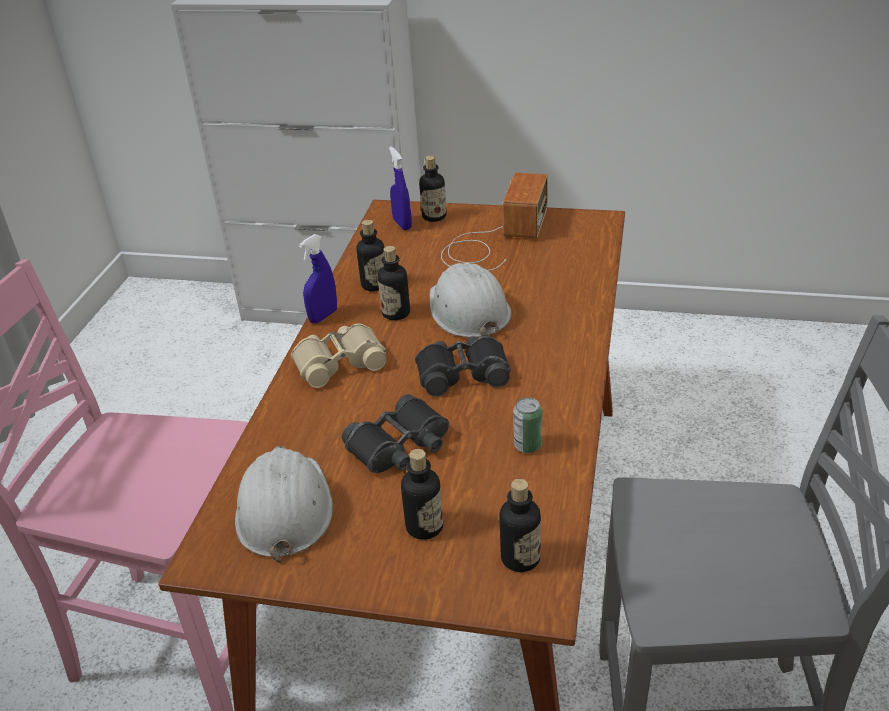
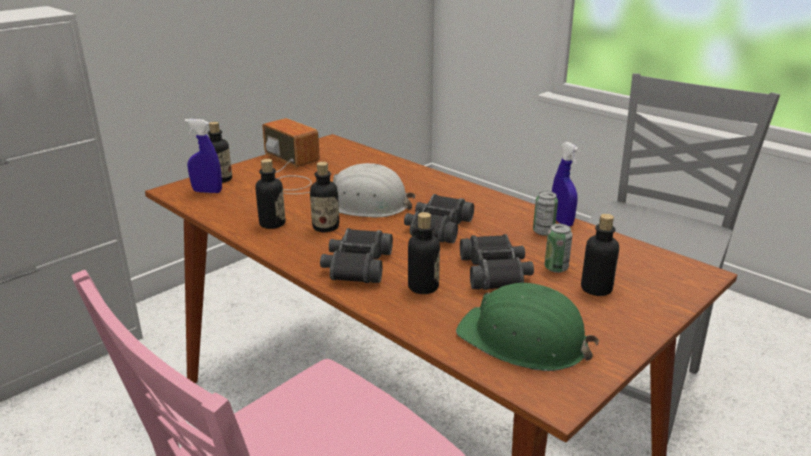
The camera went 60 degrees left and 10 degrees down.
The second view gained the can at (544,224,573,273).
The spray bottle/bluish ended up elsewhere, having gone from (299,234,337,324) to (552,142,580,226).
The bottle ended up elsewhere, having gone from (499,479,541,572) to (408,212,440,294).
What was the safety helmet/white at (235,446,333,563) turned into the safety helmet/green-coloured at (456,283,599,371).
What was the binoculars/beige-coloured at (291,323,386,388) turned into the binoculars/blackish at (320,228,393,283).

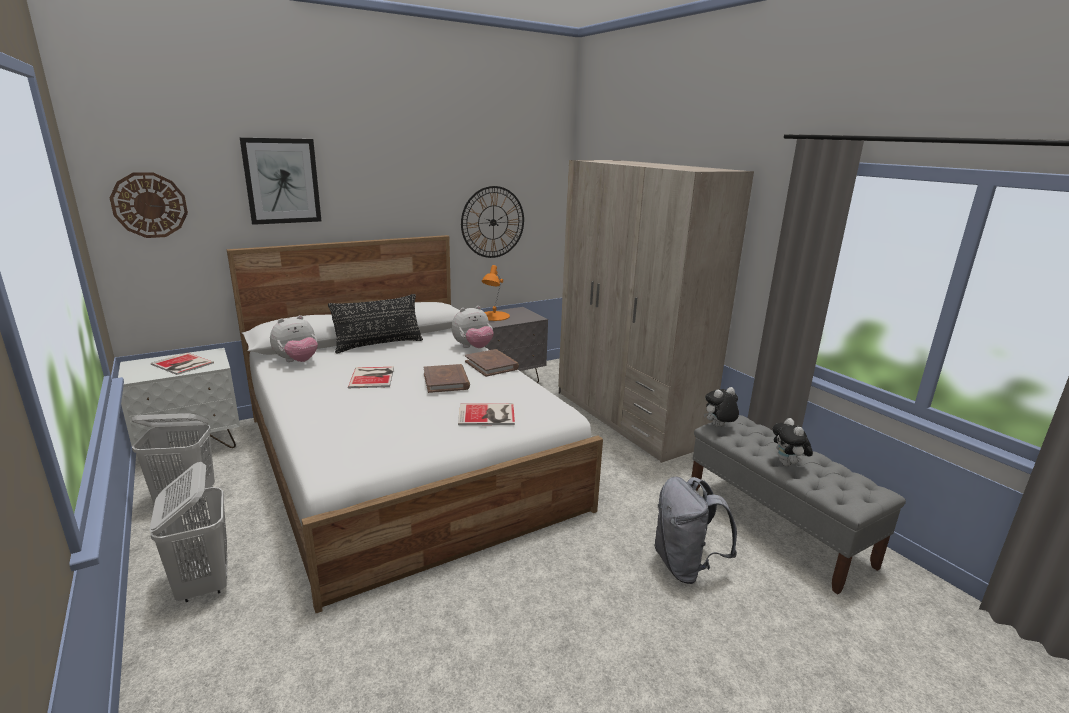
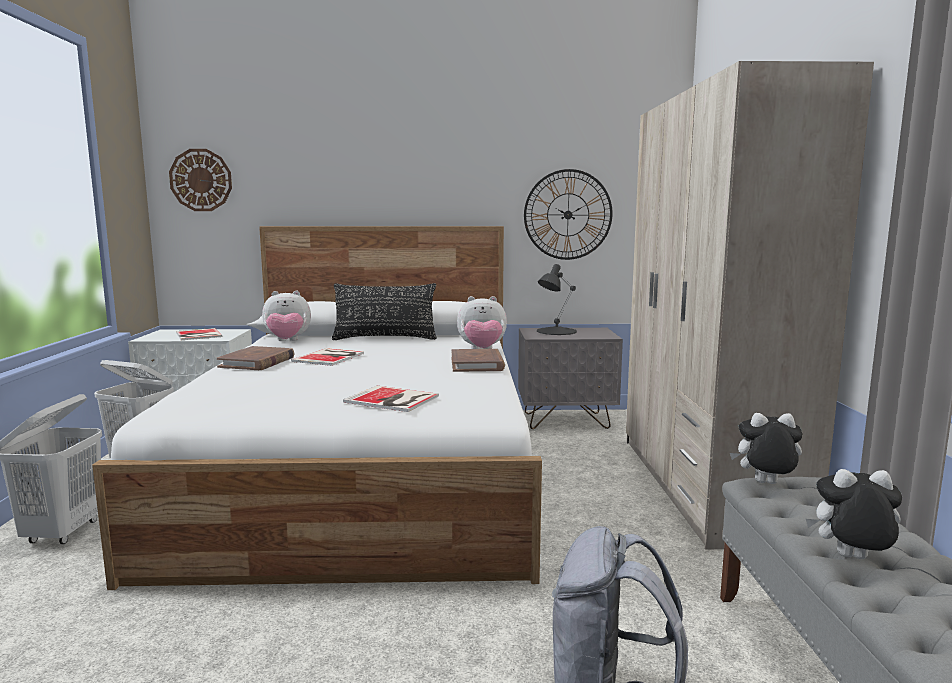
The camera went 30 degrees right and 10 degrees down.
The second view lost the wall art at (240,138,321,225).
The bound book/brownish ended up elsewhere, having gone from (423,364,470,393) to (217,346,294,370).
What was the table lamp/orangey at (482,265,510,321) turned into the table lamp/blackish at (537,264,577,335).
The soft toy at (773,418,813,466) ended up facing another way, 75 degrees clockwise from before.

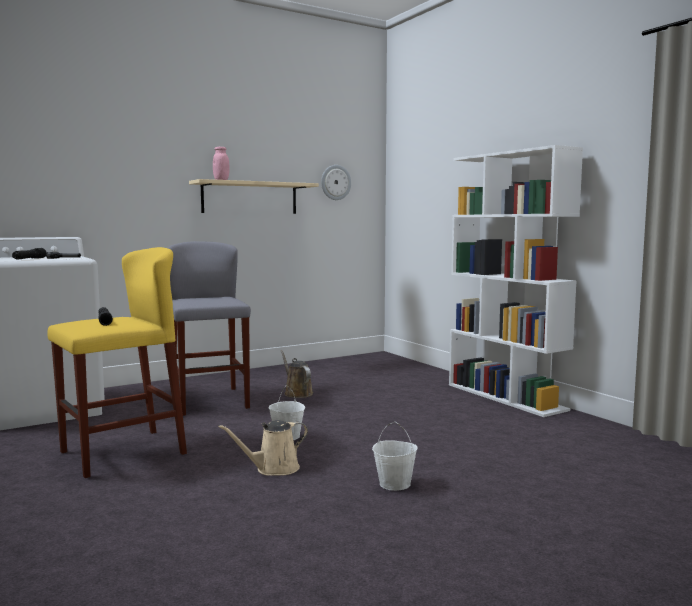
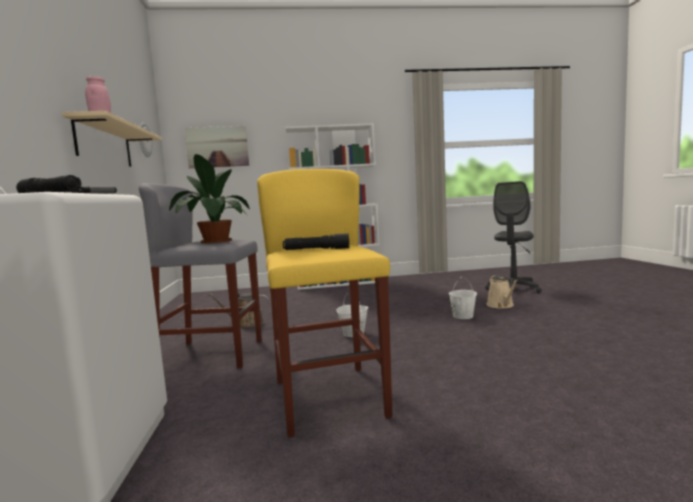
The camera went 65 degrees left and 0 degrees up.
The second view gained the potted plant at (169,154,250,244).
The second view gained the wall art at (184,126,249,169).
The second view gained the office chair/gray at (485,181,542,294).
The sprinkling can/beige-coloured ended up elsewhere, having gone from (218,420,308,476) to (487,275,518,308).

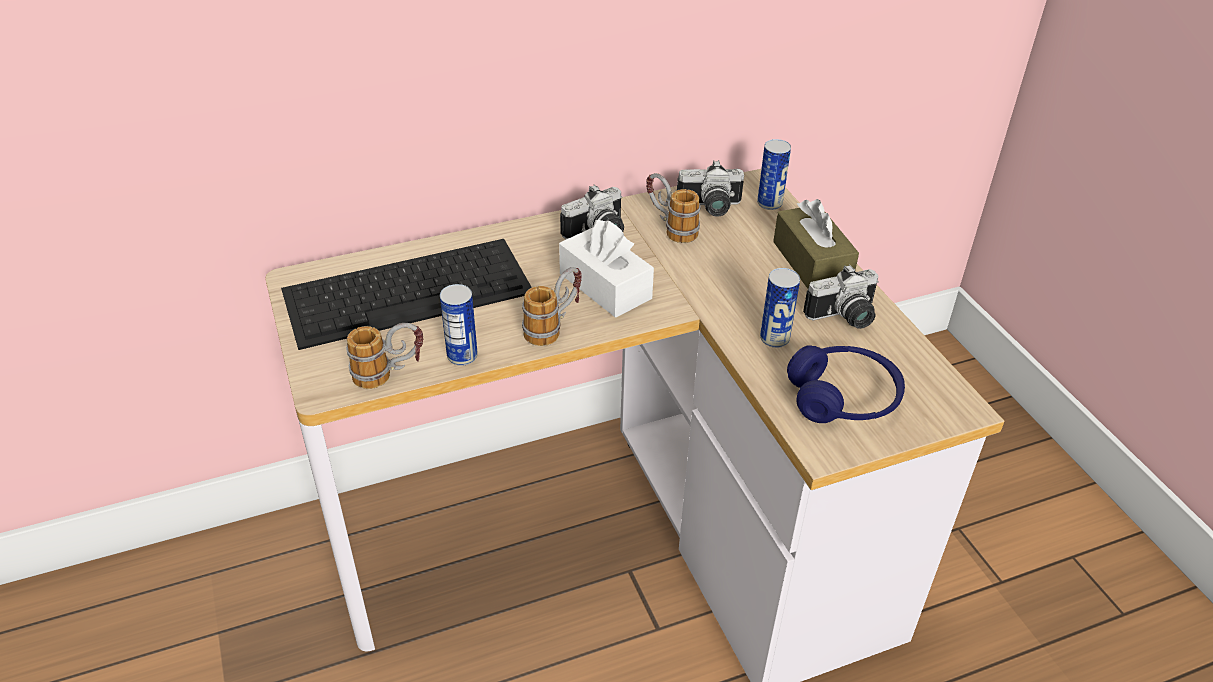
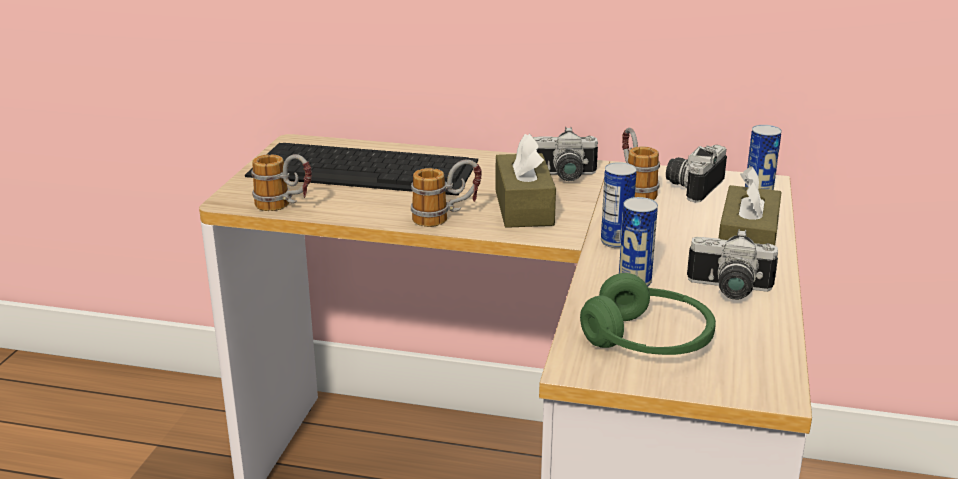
The camera went 35 degrees right and 15 degrees down.
The can ended up elsewhere, having gone from (440,284,478,366) to (601,162,637,248).
What was the box of tissues/white at (559,220,654,318) turned into the box of tissues/brownish at (495,133,556,228).
What was the headset/bluish at (787,345,905,423) turned into the headset/green-coloured at (580,273,716,355).
The photo camera at (677,160,744,217) ended up facing another way, 90 degrees clockwise from before.

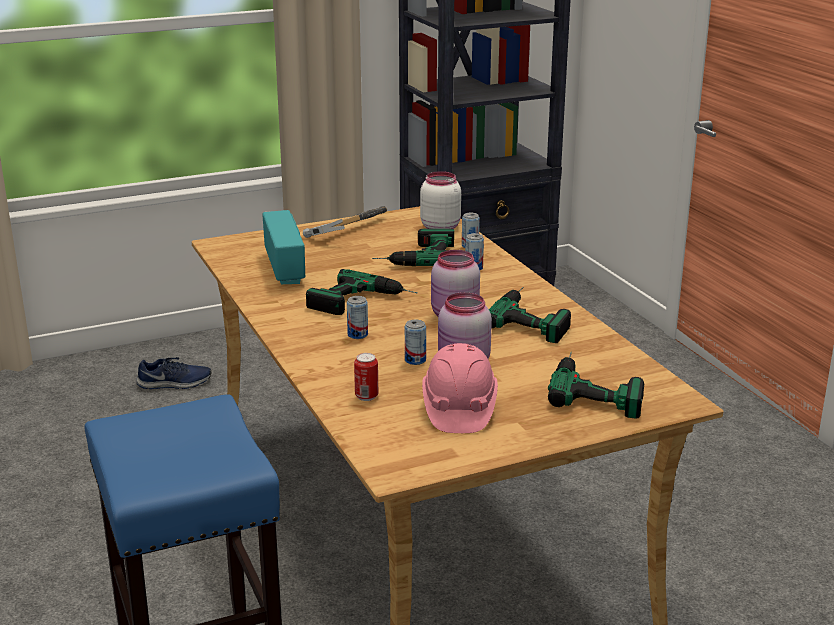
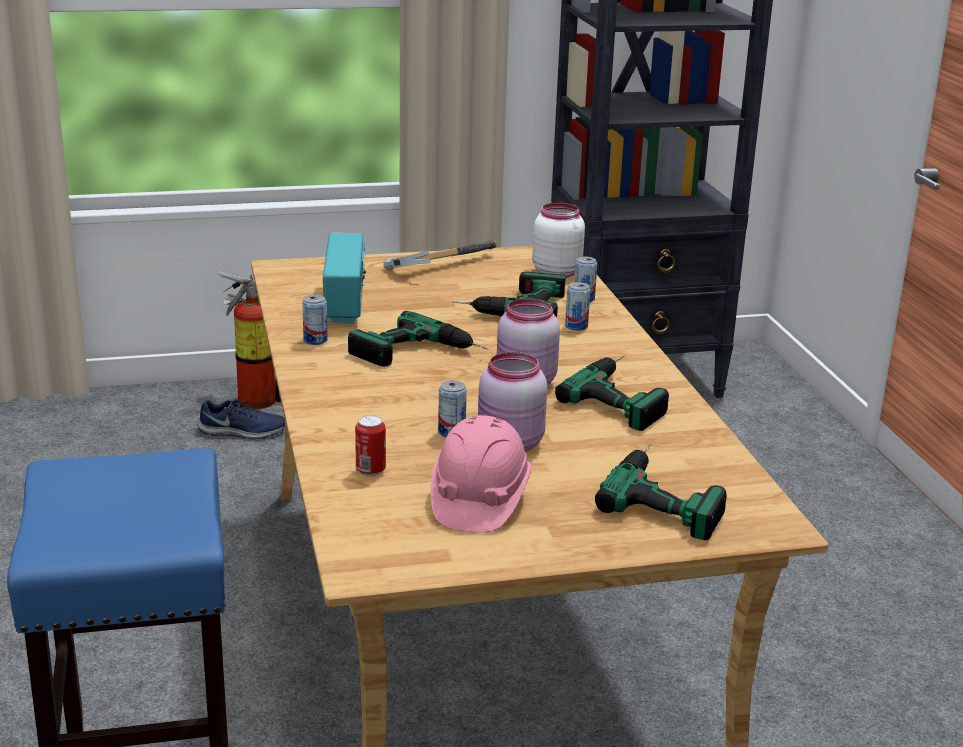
The camera went 10 degrees right and 0 degrees up.
The second view gained the extinguisher at (218,271,281,409).
The can ended up elsewhere, having gone from (347,296,368,339) to (302,295,328,345).

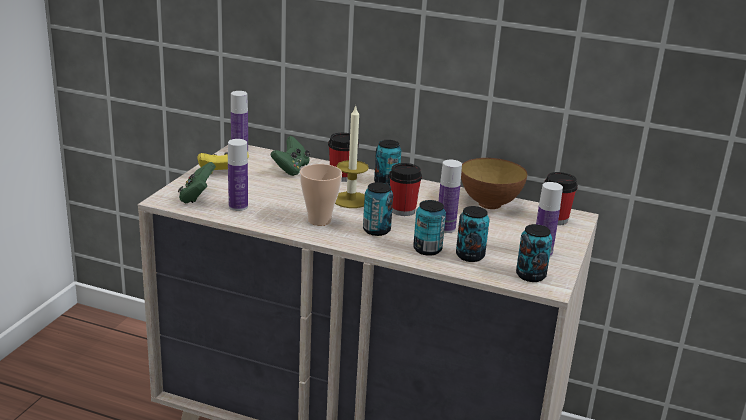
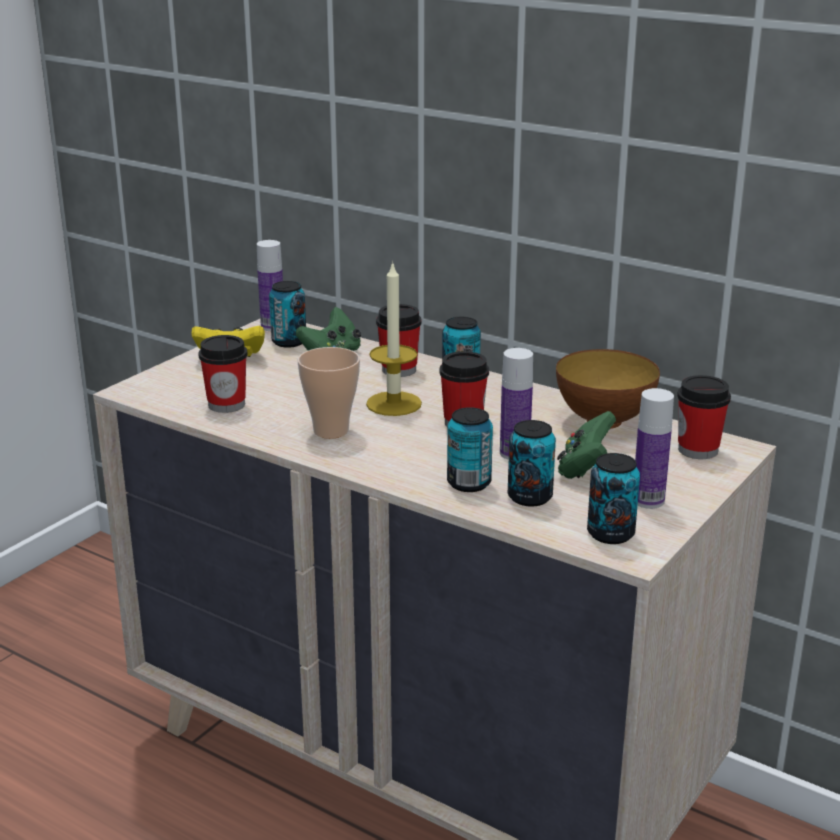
The camera went 15 degrees right and 0 degrees up.
The joypad/green-coloured ended up elsewhere, having gone from (178,162,216,203) to (557,411,616,479).
The can ended up elsewhere, having gone from (363,182,393,236) to (269,281,306,348).
Where the bottle stood at (228,139,248,211), the drinking cup came to stand at (198,335,248,413).

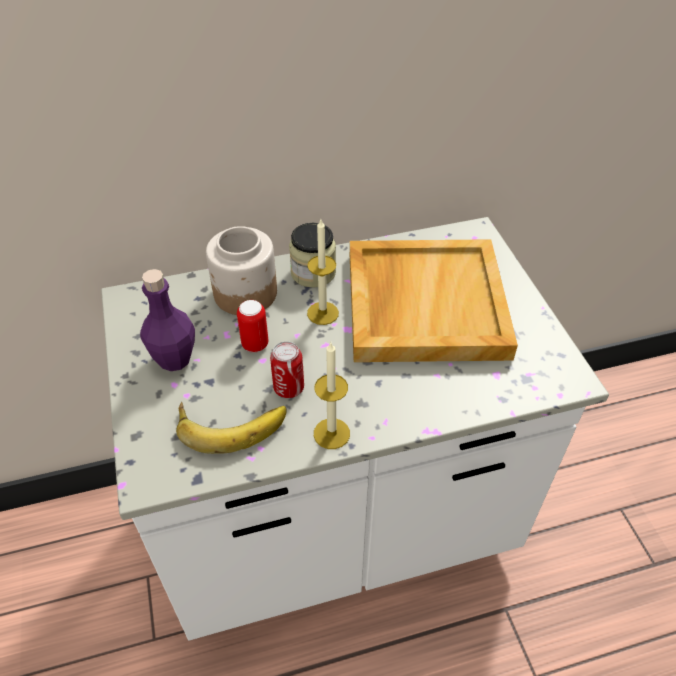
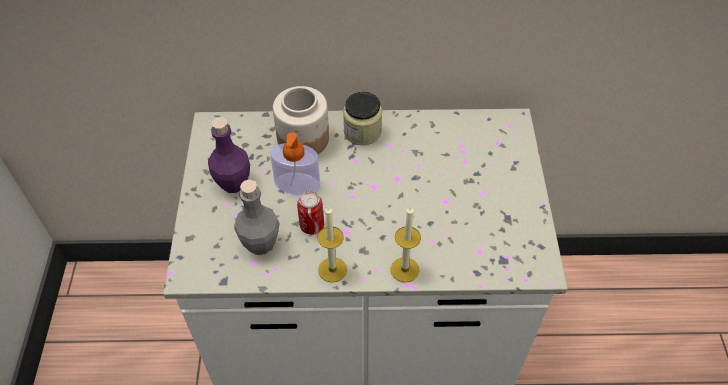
The camera went 15 degrees right and 5 degrees up.
The second view lost the serving tray/beige-coloured at (350,239,518,362).
The wax candle ended up elsewhere, having gone from (307,220,339,325) to (391,206,421,282).
Where the whole banana stood at (176,401,287,454), the bottle/gray came to stand at (234,180,279,255).
Where the can stood at (237,300,268,353), the soap bottle came to stand at (270,132,320,195).

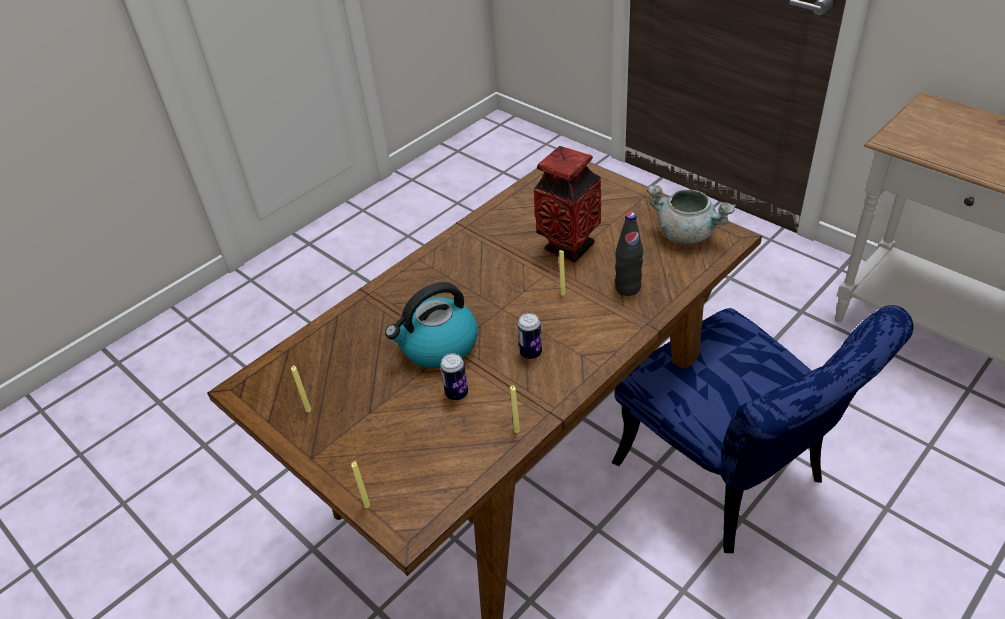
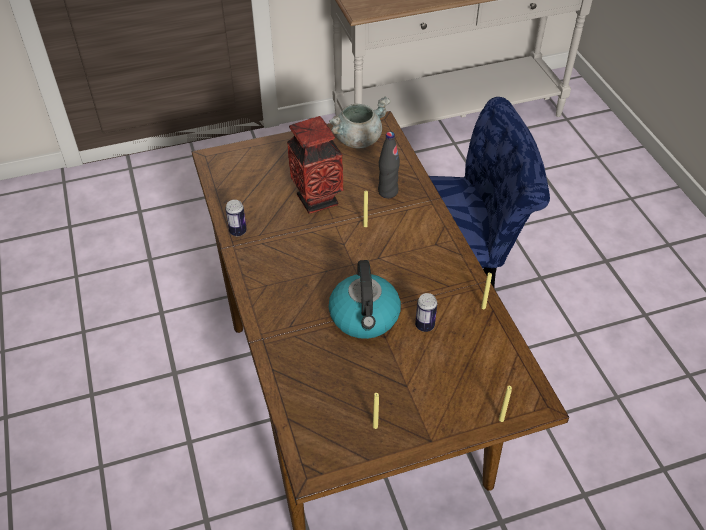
The camera went 65 degrees left and 5 degrees up.
The can ended up elsewhere, having gone from (518,313,542,359) to (225,200,247,236).

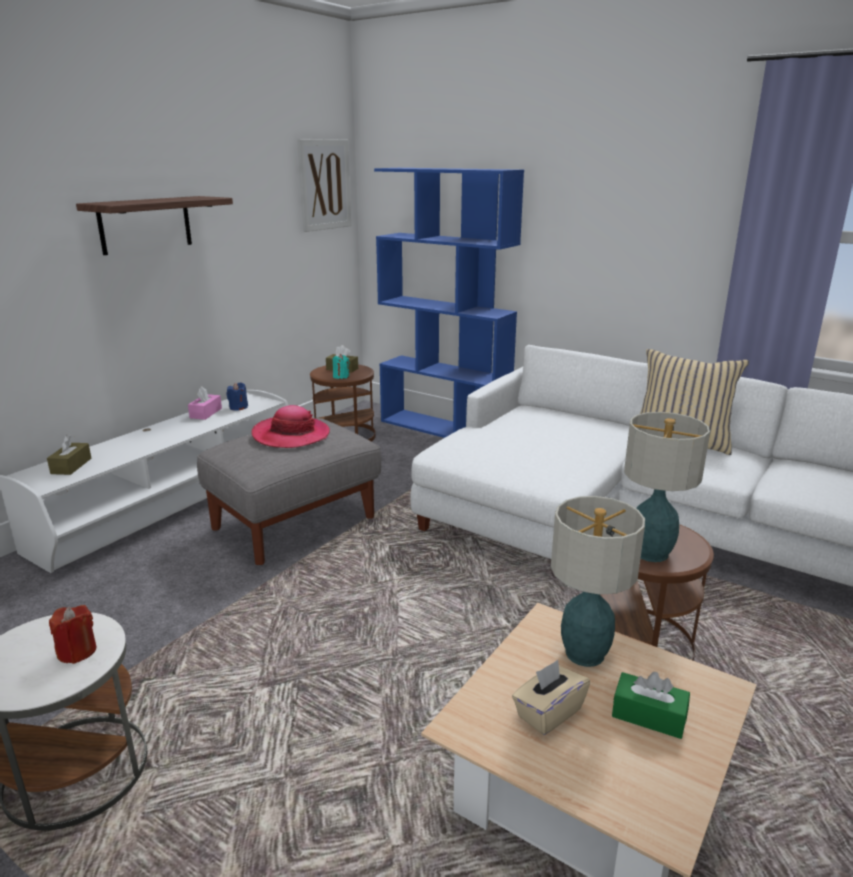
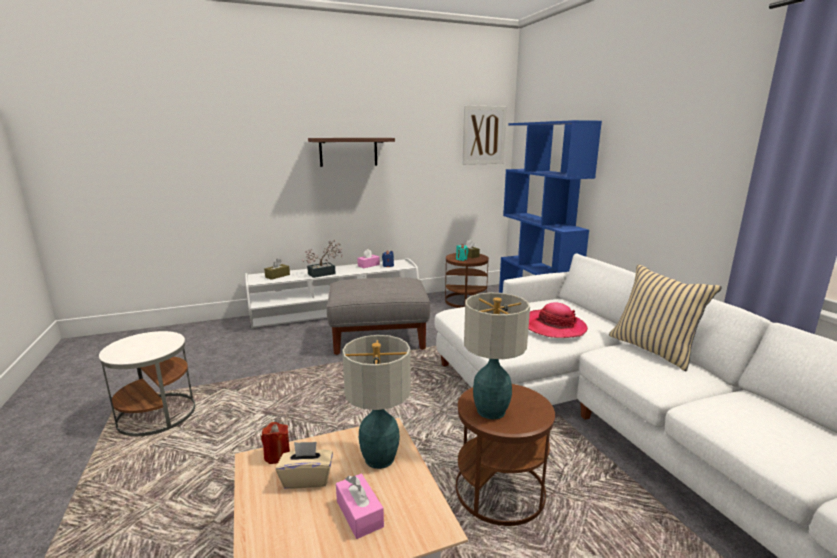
The camera went 35 degrees right and 5 degrees down.
The second view gained the potted plant at (302,240,343,278).
The wax candle/reddish ended up elsewhere, having gone from (49,605,96,664) to (261,422,290,464).
The hat ended up elsewhere, having gone from (252,405,330,448) to (529,303,588,338).
What was the box of tissues/green-coloured at (612,672,690,739) turned into the box of tissues/pinkish at (336,474,384,539).

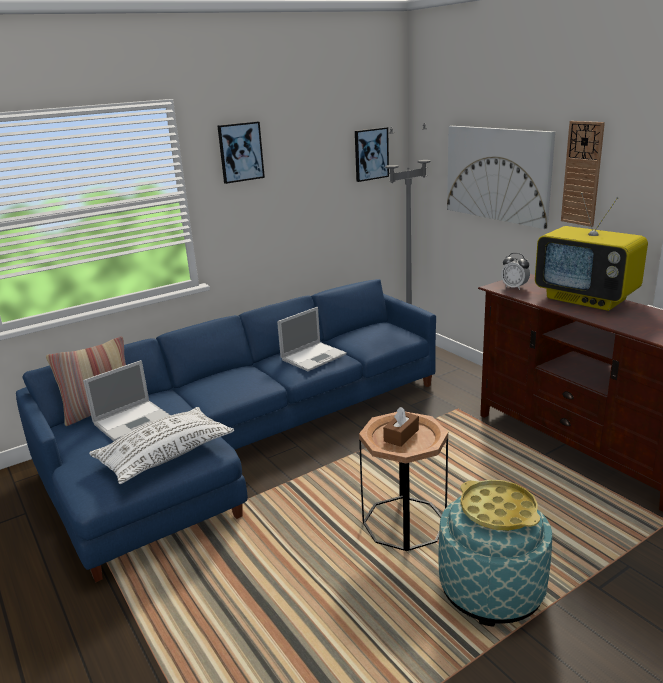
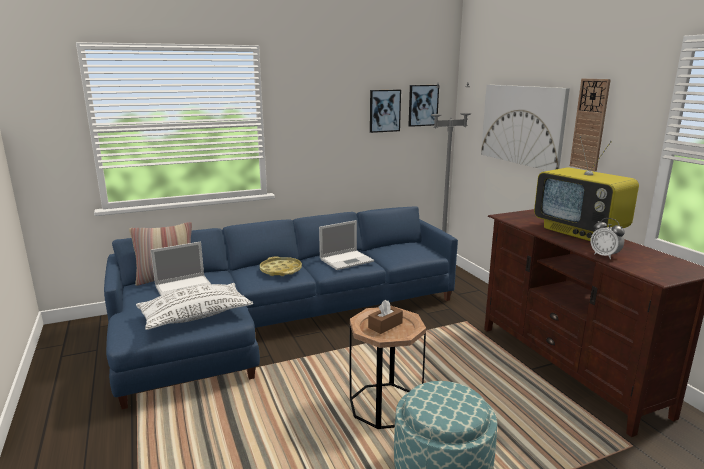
The camera went 10 degrees right and 5 degrees down.
The wall art ended up elsewhere, having gone from (217,121,265,184) to (370,90,401,133).
The serving tray/yellow ended up elsewhere, having gone from (460,480,540,531) to (260,256,302,276).
The alarm clock ended up elsewhere, having gone from (501,253,530,290) to (590,218,625,259).

